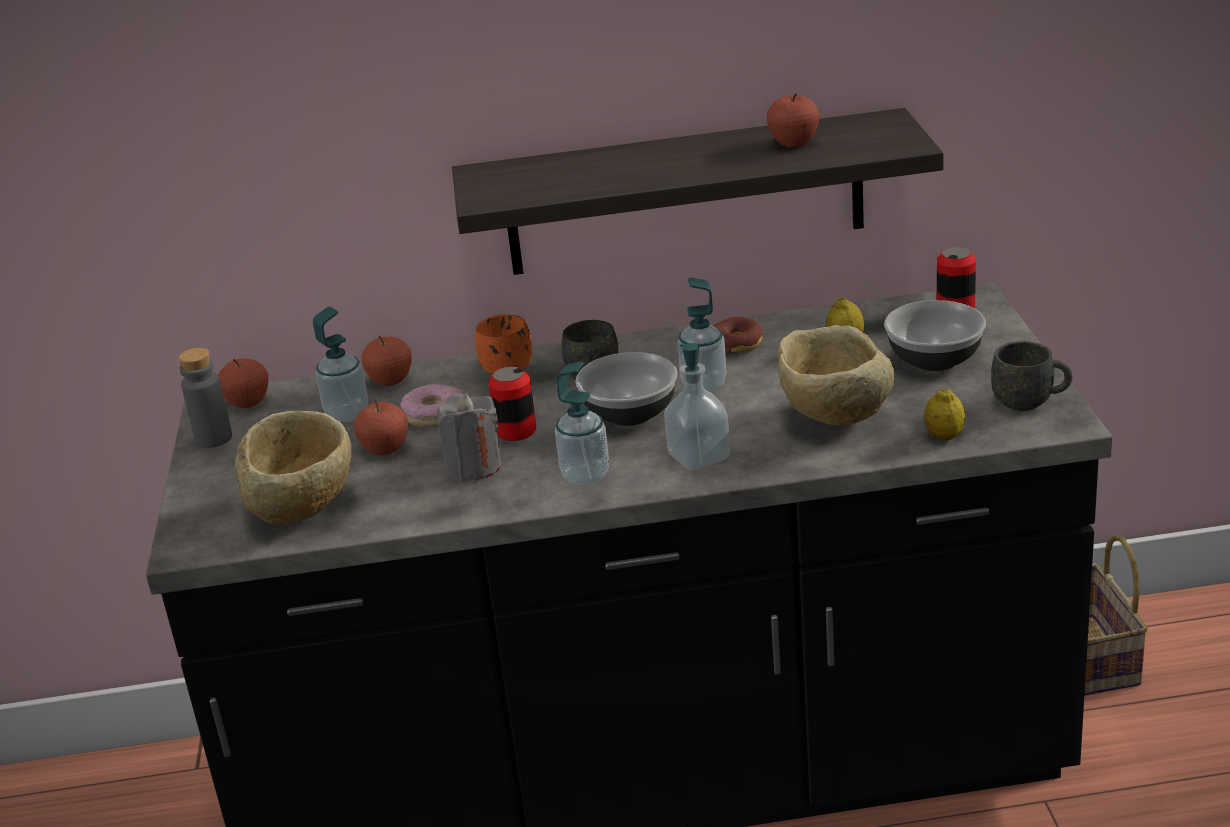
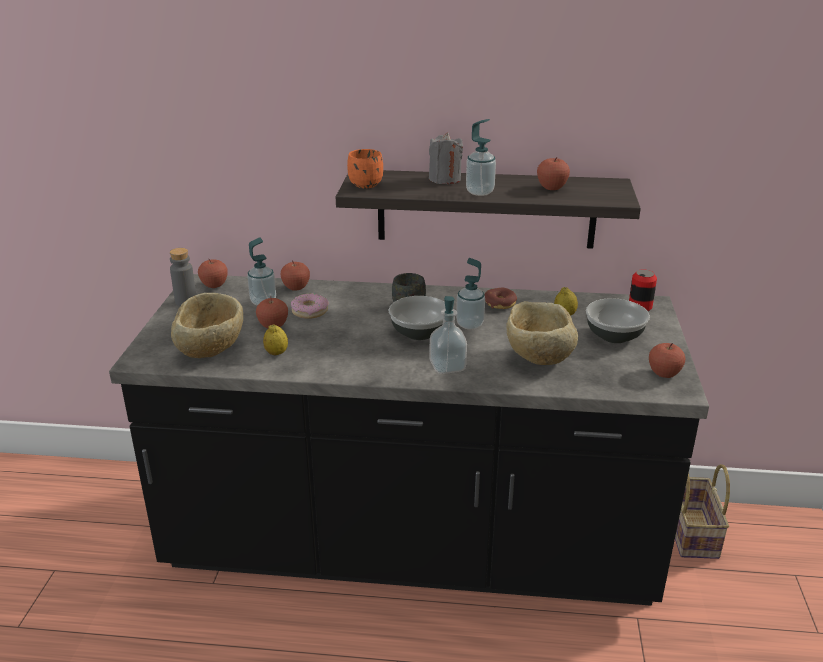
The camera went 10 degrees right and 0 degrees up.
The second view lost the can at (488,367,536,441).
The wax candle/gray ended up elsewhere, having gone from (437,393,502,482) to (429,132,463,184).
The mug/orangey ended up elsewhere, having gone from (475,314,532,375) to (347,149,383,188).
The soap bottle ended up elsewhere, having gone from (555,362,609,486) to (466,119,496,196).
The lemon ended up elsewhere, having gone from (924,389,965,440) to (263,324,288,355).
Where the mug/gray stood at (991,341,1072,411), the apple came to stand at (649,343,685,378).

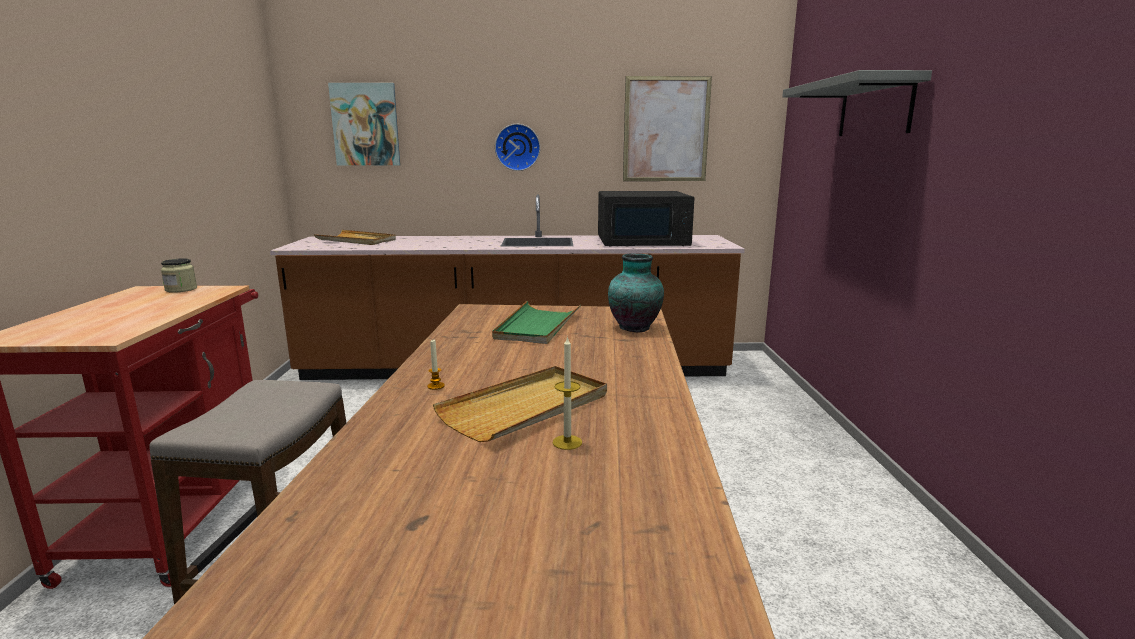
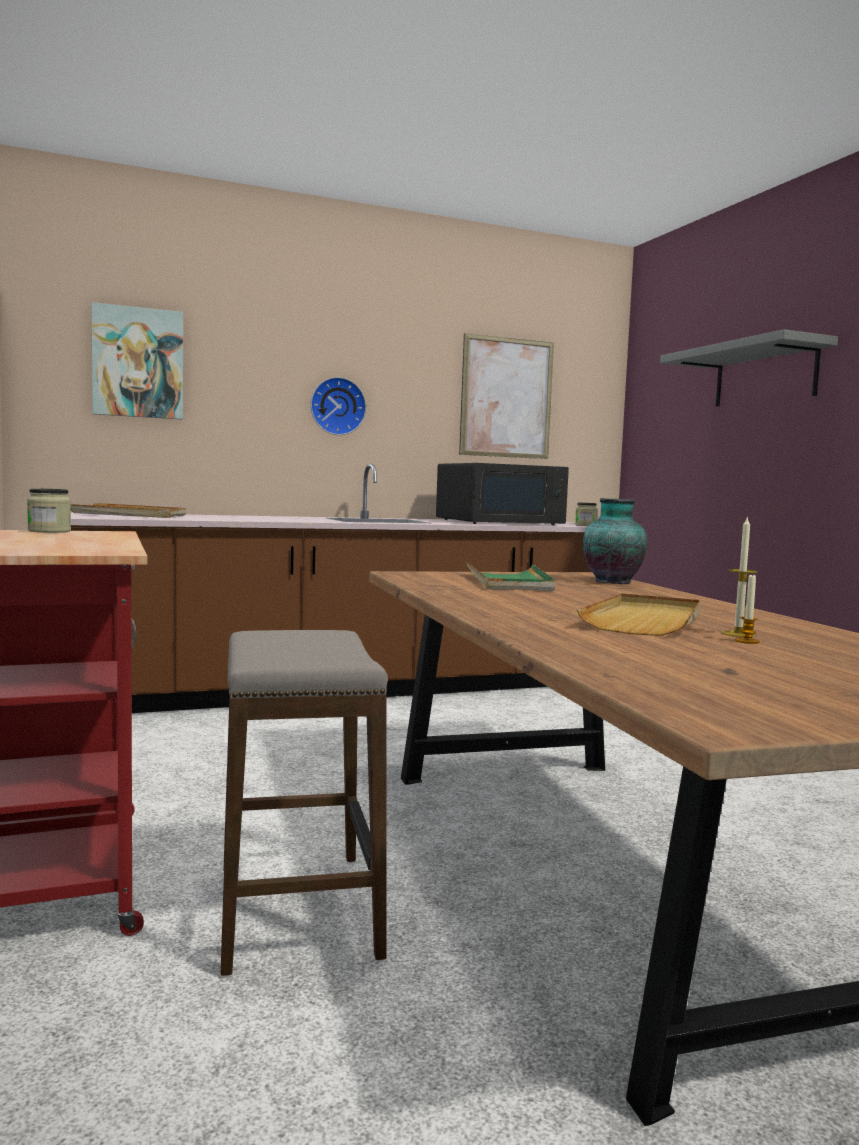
The camera went 20 degrees left and 10 degrees down.
The second view gained the jar at (575,503,597,526).
The wax candle ended up elsewhere, having gone from (427,340,445,390) to (735,573,760,644).

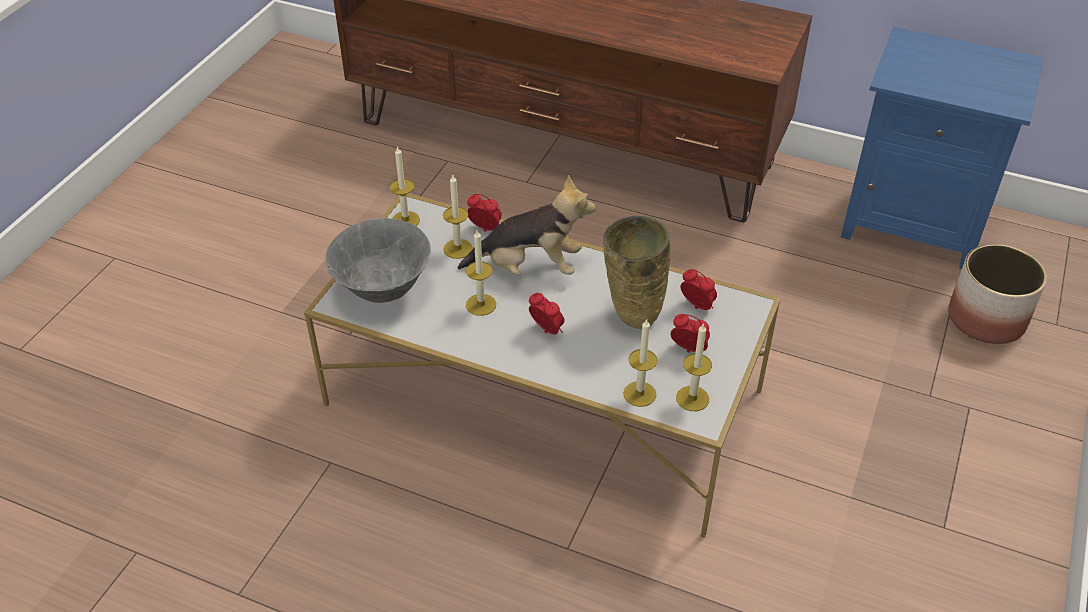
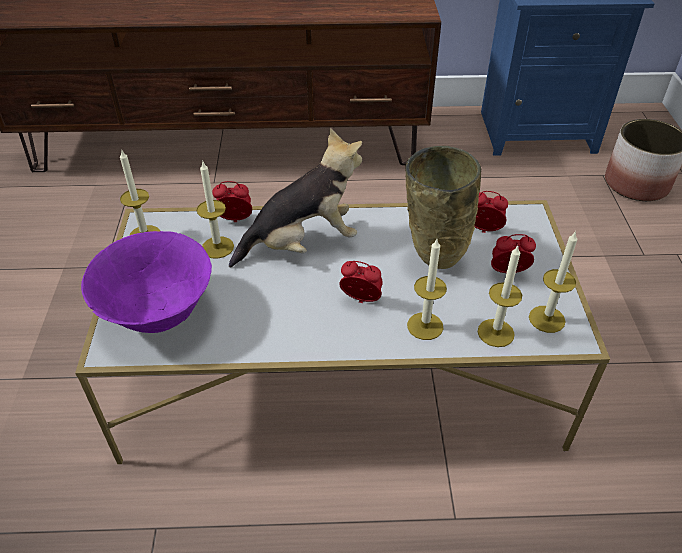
The camera went 25 degrees left and 0 degrees up.
The wax candle ended up elsewhere, having gone from (466,230,496,316) to (407,239,447,340).
What was the bowl/gray at (325,218,431,303) turned into the bowl/purple at (81,231,212,333).

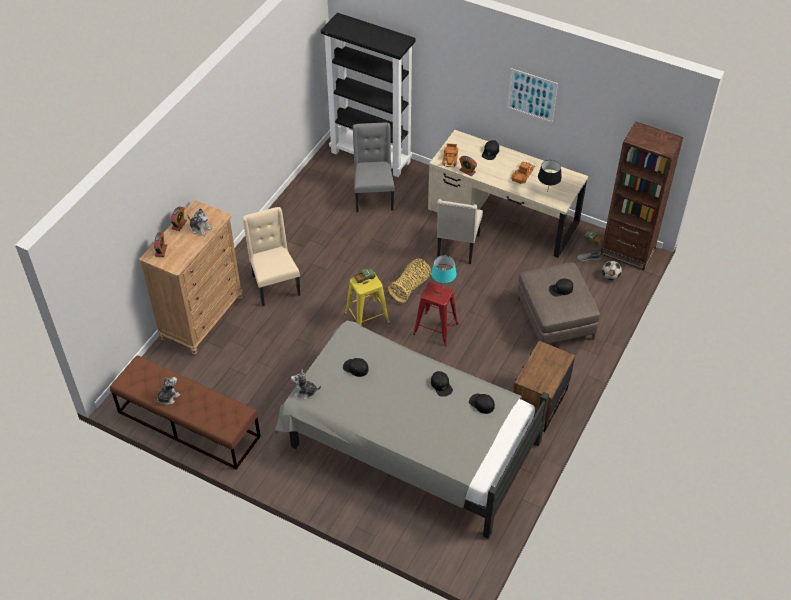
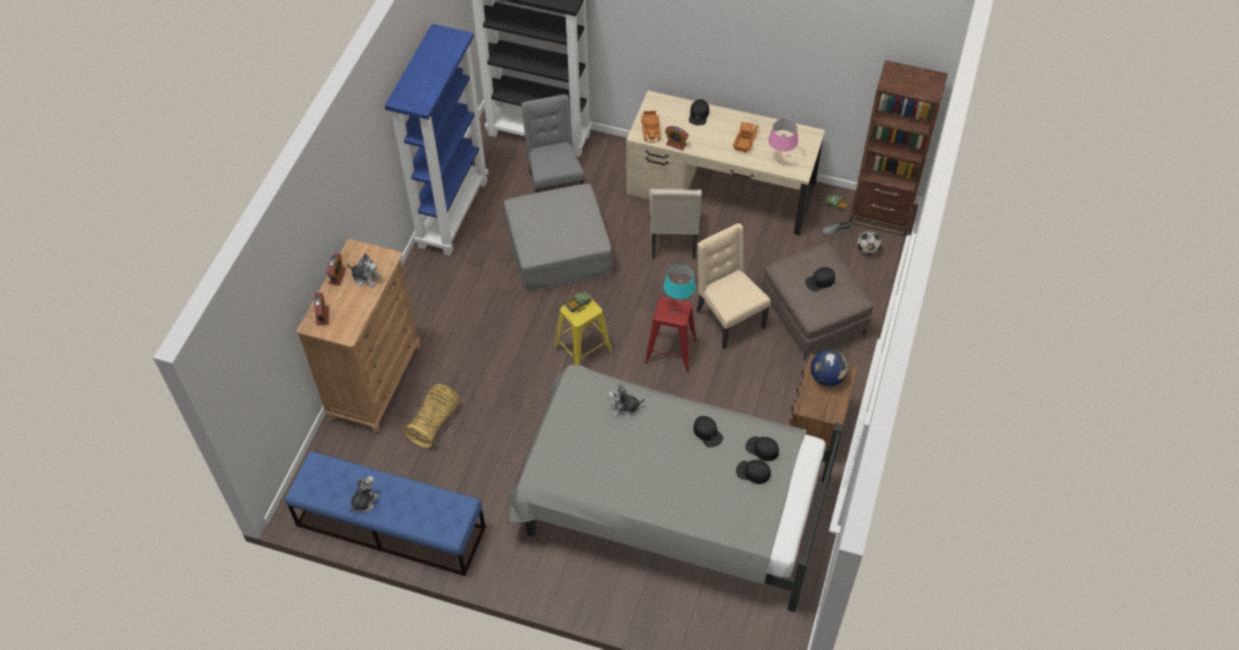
The camera went 10 degrees left and 5 degrees up.
The second view lost the wall art at (507,68,558,123).
The second view gained the bookshelf/bluish at (385,24,488,256).
The second view gained the footrest/gray at (504,184,612,291).
The second view gained the globe at (810,349,848,387).
The chair/beige-coloured ended up elsewhere, having gone from (242,207,300,306) to (696,223,771,349).
The soft toy ended up elsewhere, having gone from (291,369,321,400) to (608,381,645,418).
The peaked cap/blackish ended up elsewhere, having gone from (343,358,369,377) to (736,460,771,484).
The household basket ended up elsewhere, having gone from (388,259,431,303) to (403,384,459,448).
What was the indoor bench/brownish at (110,355,261,470) turned into the indoor bench/bluish at (285,451,486,576).
What was the table lamp/blackish at (538,160,562,193) turned into the table lamp/pinkish at (768,119,798,155).

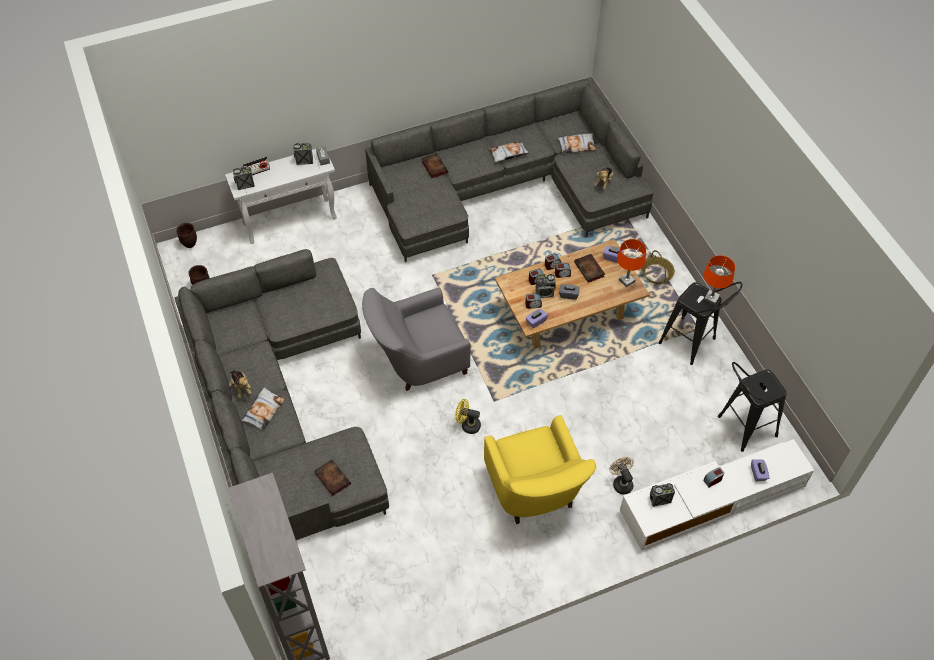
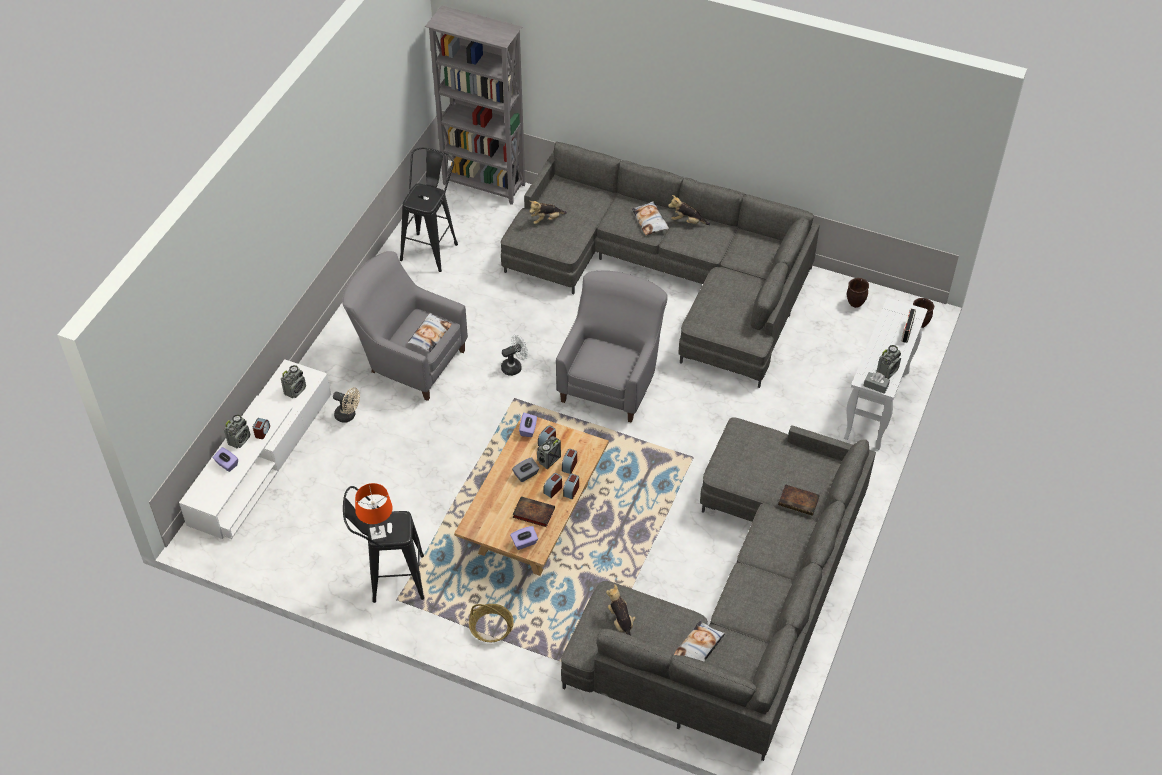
The camera went 135 degrees right and 5 degrees down.
The second view lost the table lamp/orangey at (617,239,646,287).
The radio receiver ended up elsewhere, having gone from (233,166,255,190) to (224,414,251,448).
The throw pillow ended up elsewhere, having gone from (489,141,529,162) to (408,313,452,352).
The sitting stool/blackish ended up elsewhere, having gone from (718,362,787,452) to (400,148,458,272).
Where the bound book stood at (315,459,351,496), the soft toy came to stand at (529,201,567,224).
What was the cooling fan/yellow at (455,399,481,434) turned into the cooling fan/white at (501,335,528,376).
What was the armchair/yellow at (484,415,596,524) turned into the armchair/gray at (342,251,468,401).

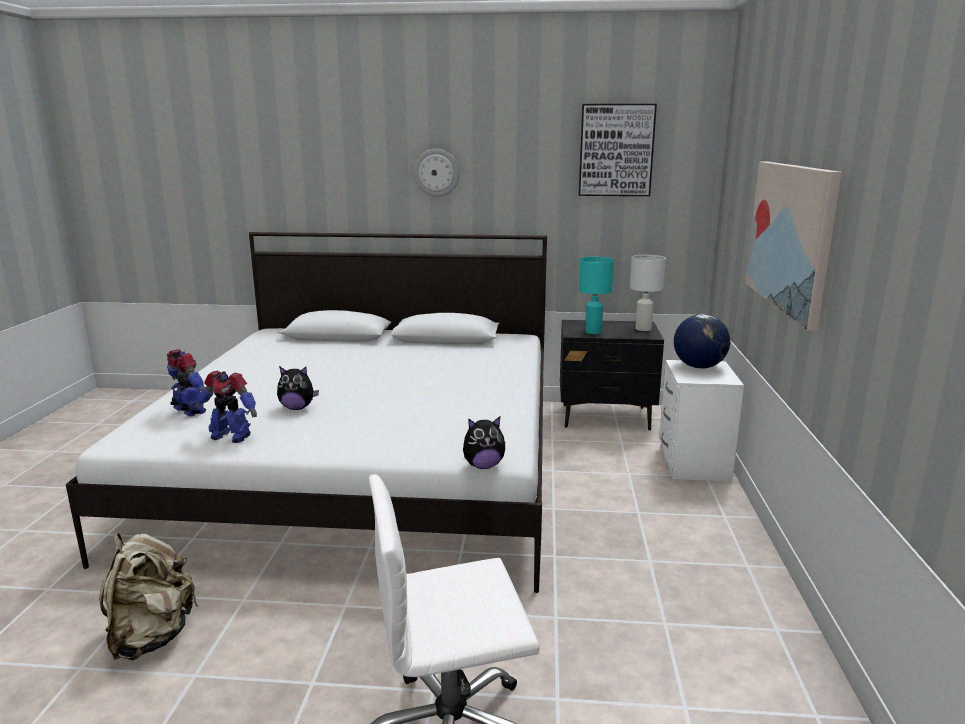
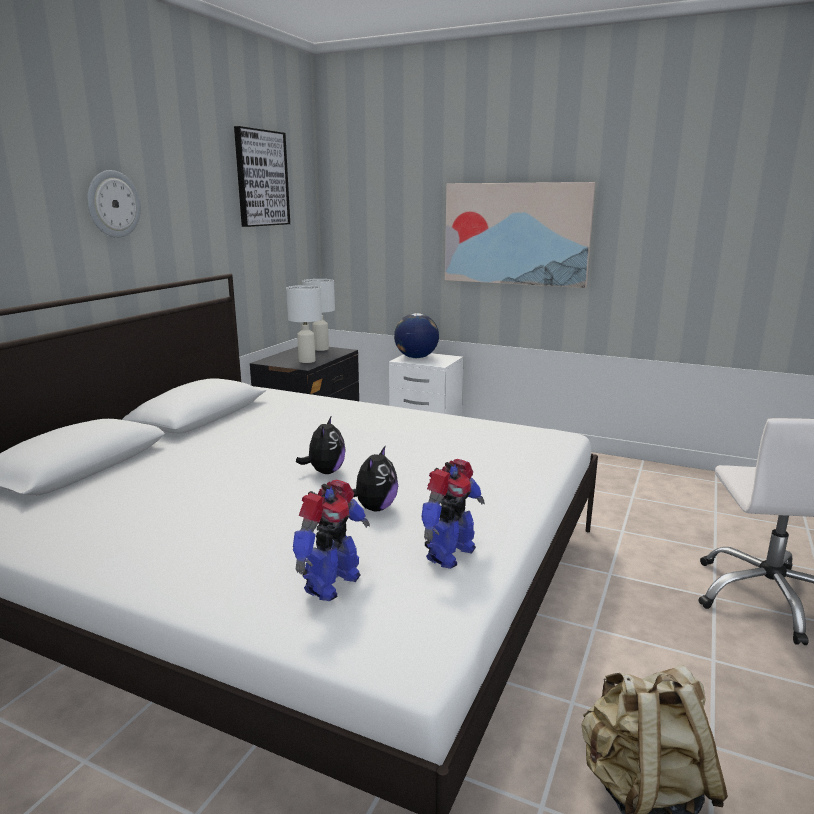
The camera went 70 degrees left and 0 degrees up.
The soft toy ended up elsewhere, having gone from (463,417,505,469) to (296,417,346,474).
What was the table lamp/turquoise-coloured at (579,257,614,334) turned into the table lamp/white at (286,285,322,363).
The robot figure at (167,349,206,417) ended up facing another way, 150 degrees clockwise from before.

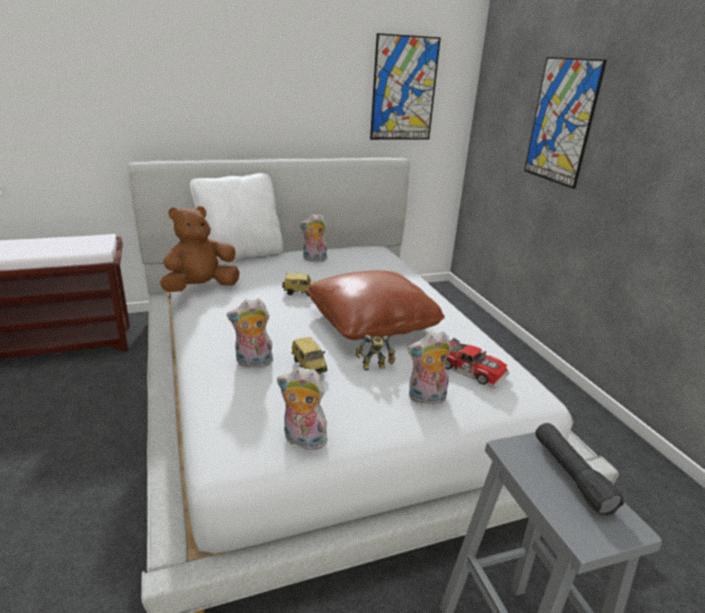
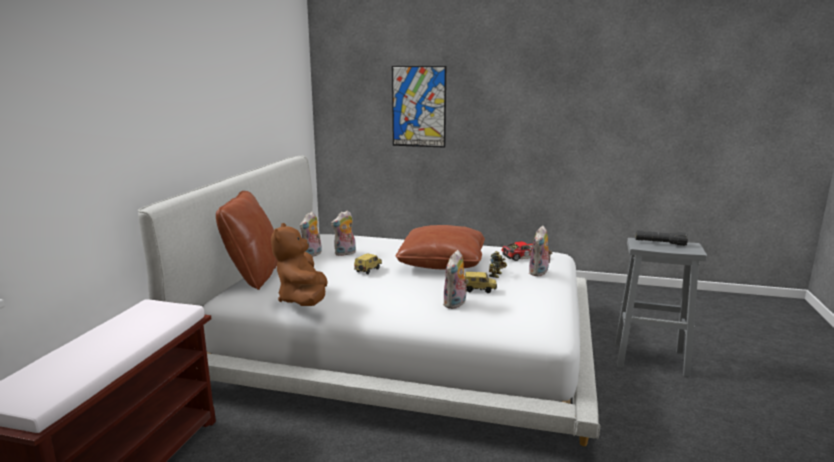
The camera went 55 degrees left and 10 degrees down.
The second view lost the wall art at (370,33,441,140).
The soft toy ended up elsewhere, having gone from (277,367,327,450) to (331,211,356,256).
What was the throw pillow/white at (190,173,283,265) turned into the throw pillow/brownish at (216,191,277,290).

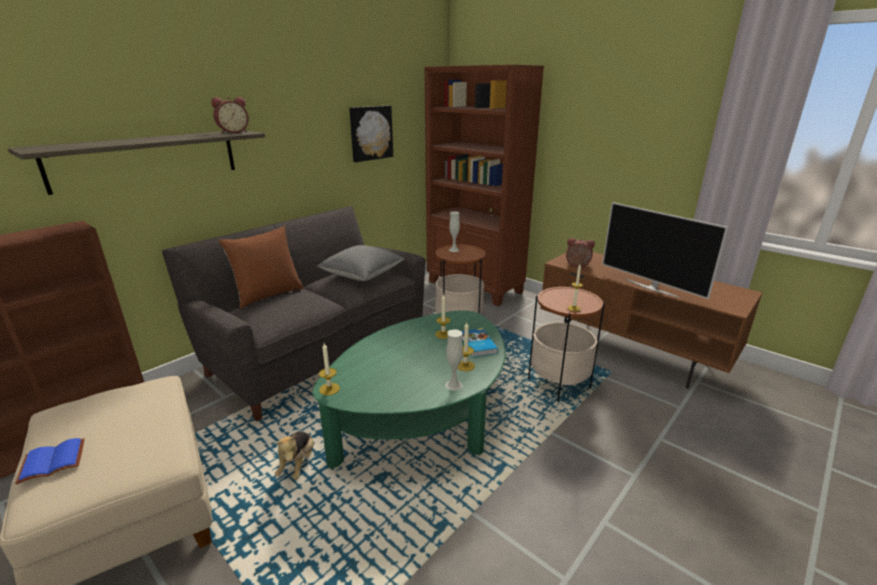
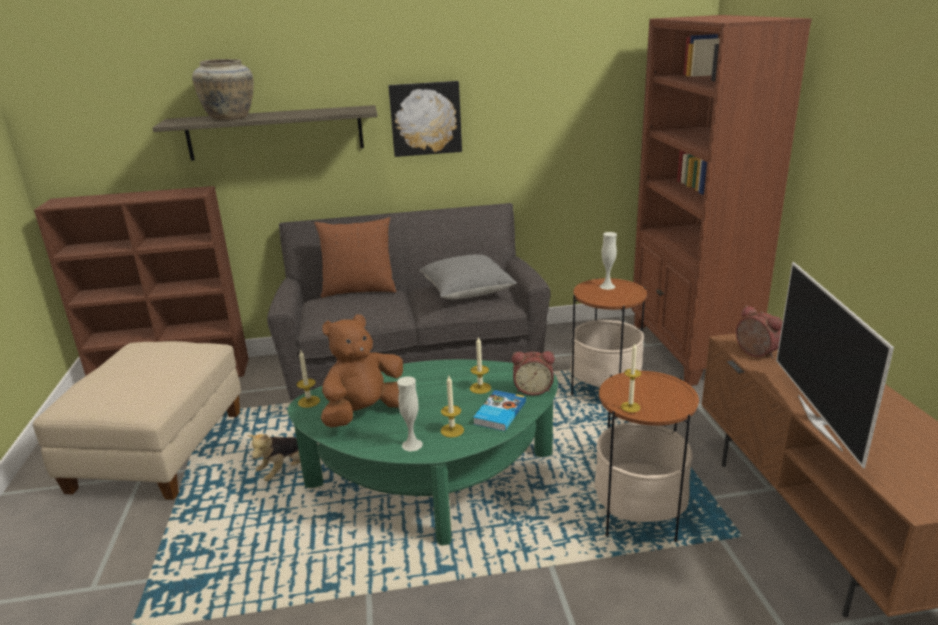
The camera went 40 degrees right and 0 degrees up.
The second view lost the bound book/bluish at (15,438,85,484).
The second view gained the decorative vase/beige-coloured at (192,59,254,120).
The second view gained the soft toy/brownish at (321,314,403,428).
The alarm clock ended up elsewhere, having gone from (211,97,249,133) to (512,351,555,395).
The wall art ended up elsewhere, having gone from (349,106,393,162) to (388,81,462,157).

